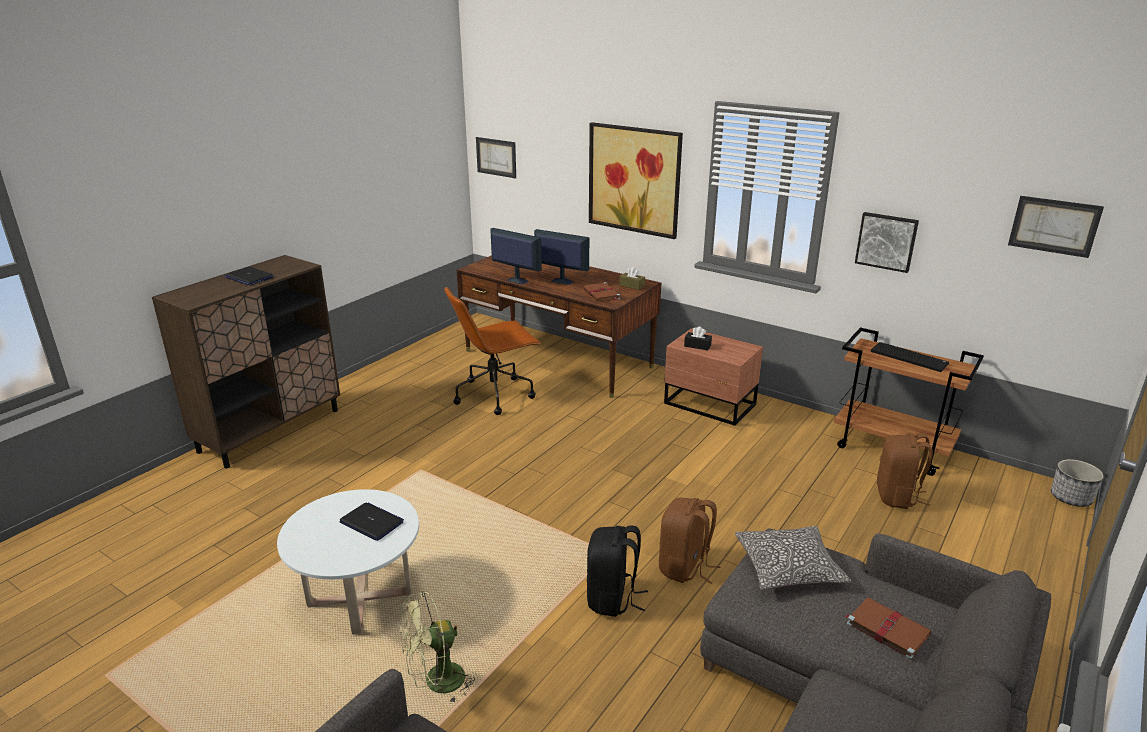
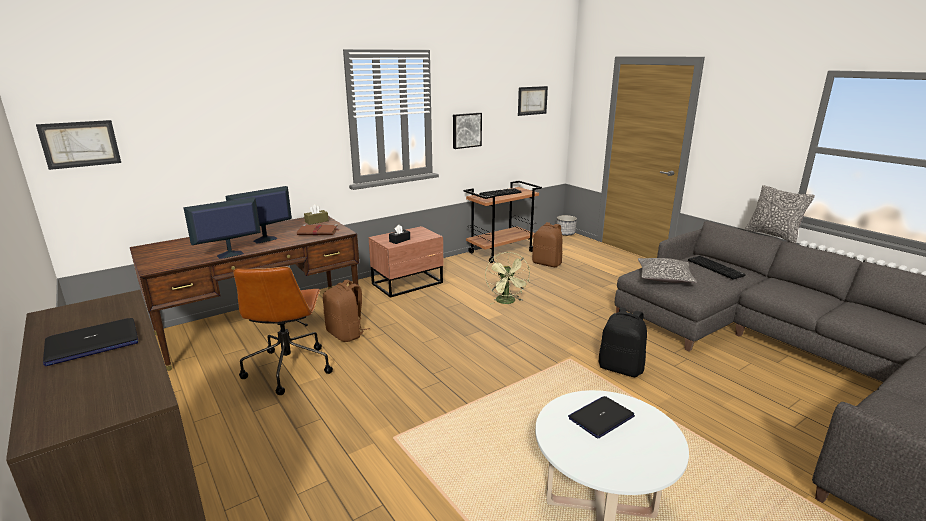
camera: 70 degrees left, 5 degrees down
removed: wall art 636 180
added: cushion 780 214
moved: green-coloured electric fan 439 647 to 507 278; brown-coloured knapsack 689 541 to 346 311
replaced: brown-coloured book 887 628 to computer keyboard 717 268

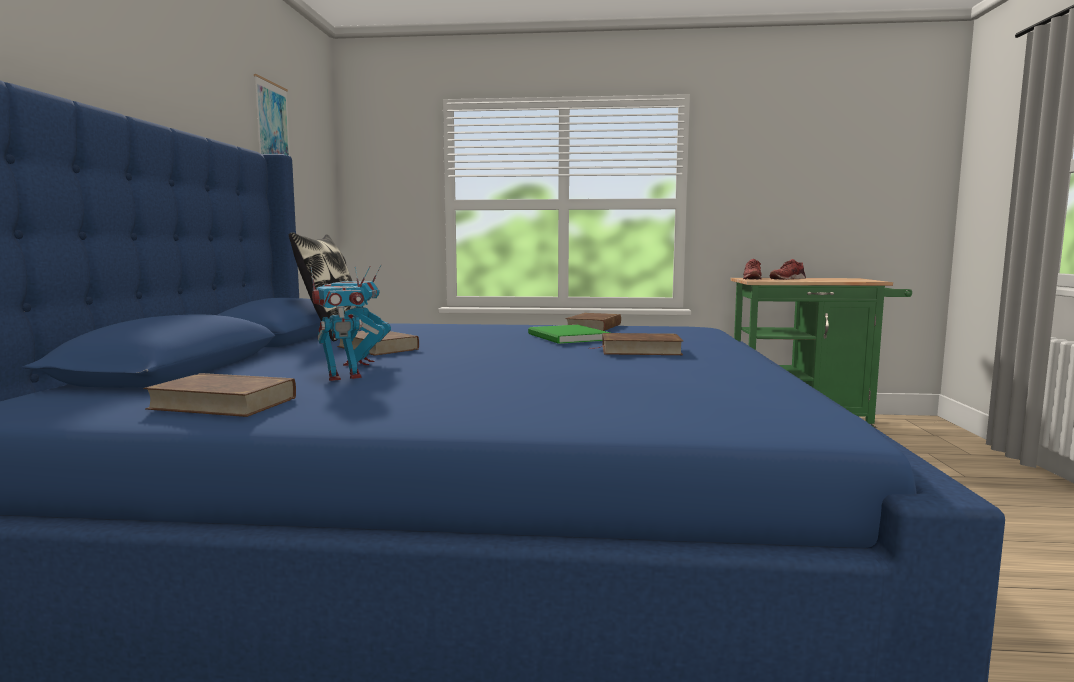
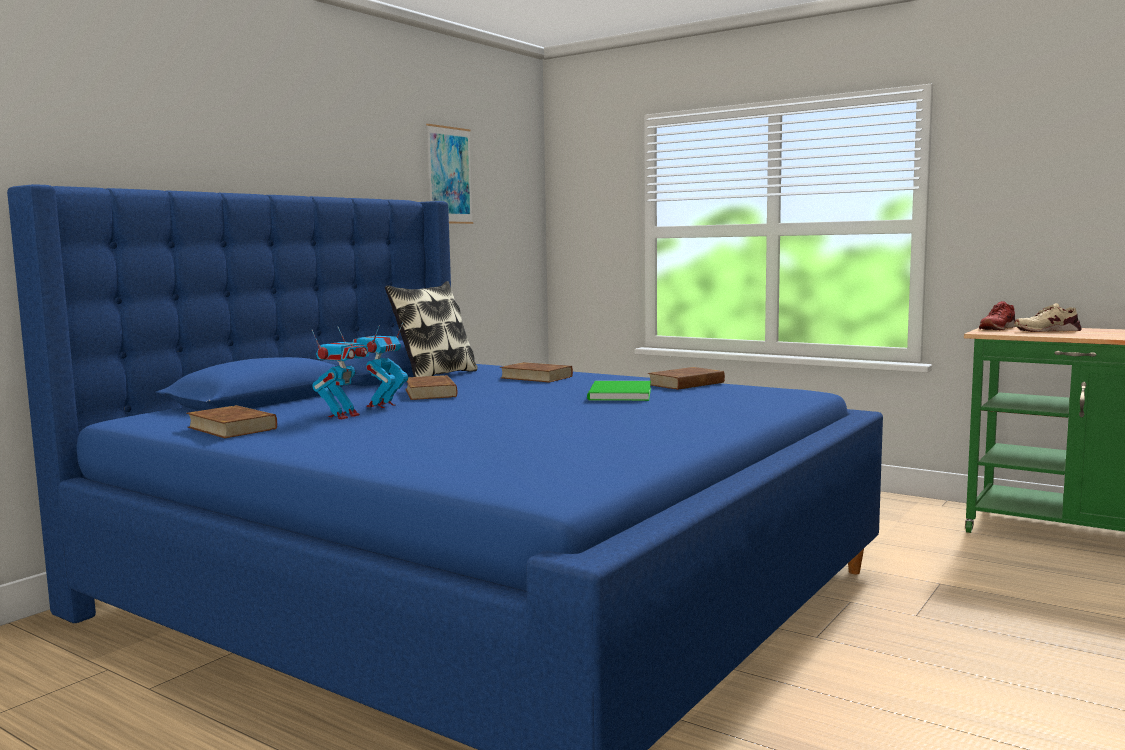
camera: 30 degrees right, 0 degrees up
moved: brown-coloured book 636 344 to 536 372
recoloured: reddish low shoe 788 269 to sand-coloured low shoe 1047 317
turned: robot figure 339 324 = 340 373 60 degrees counterclockwise

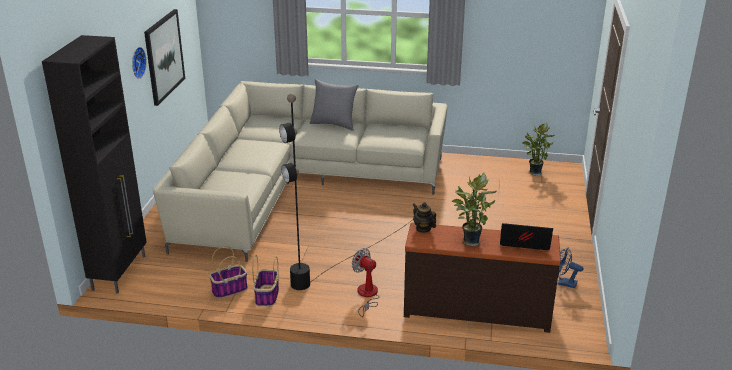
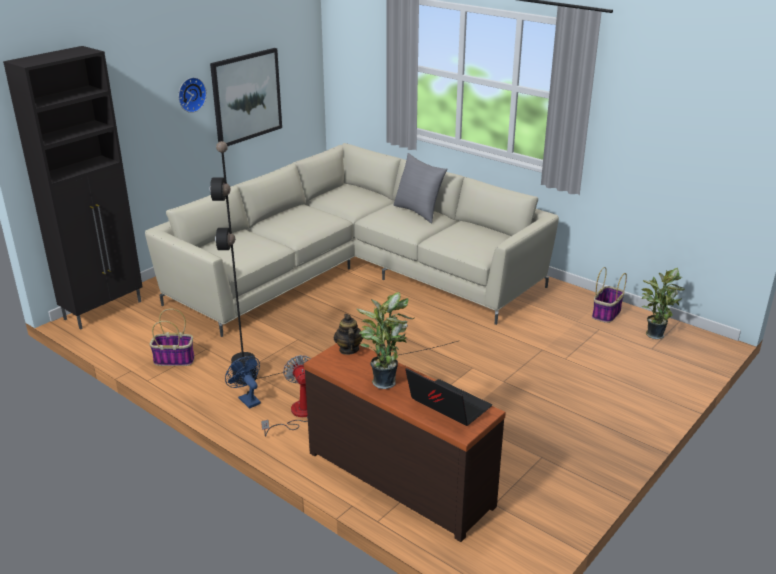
camera: 30 degrees right, 0 degrees up
moved: basket 265 281 to 609 295; blue-coloured electric fan 571 268 to 243 382

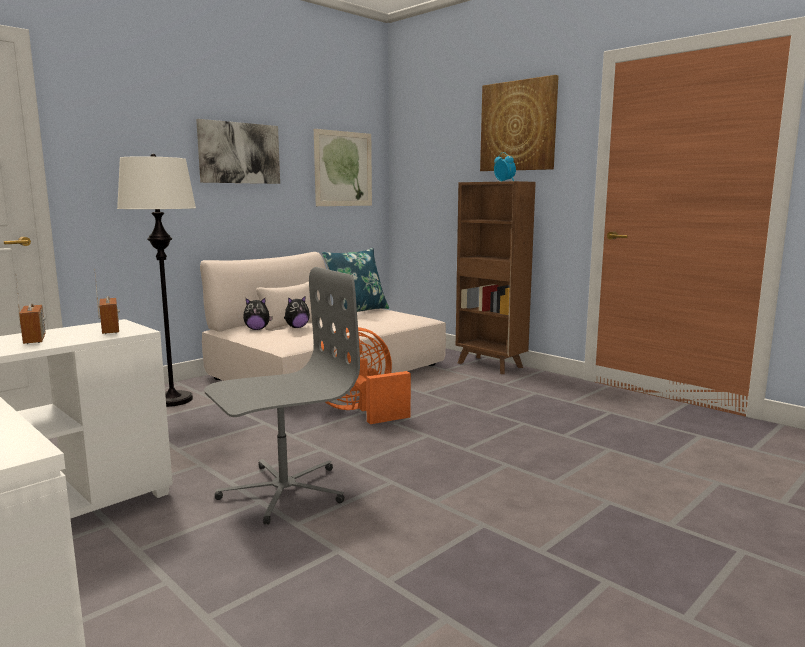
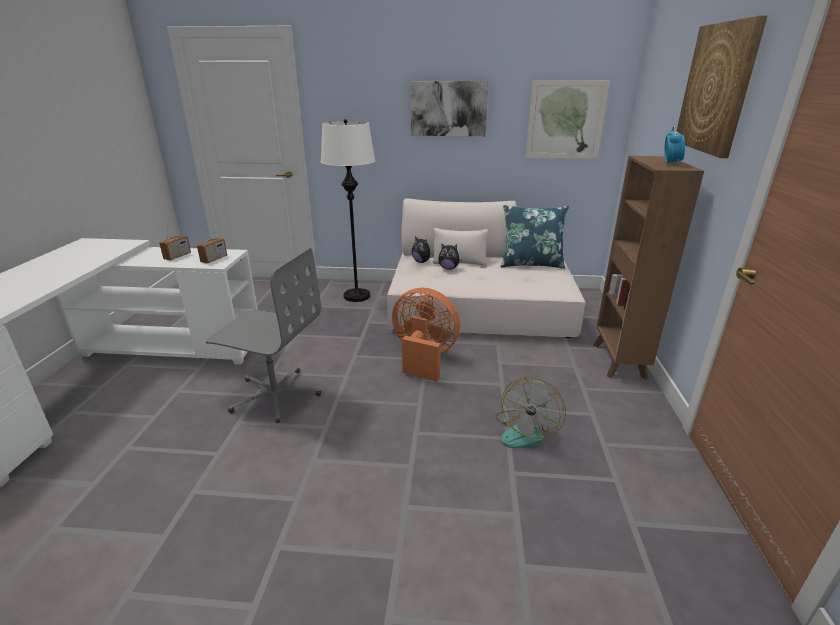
camera: 50 degrees right, 15 degrees up
added: electric fan 531 412

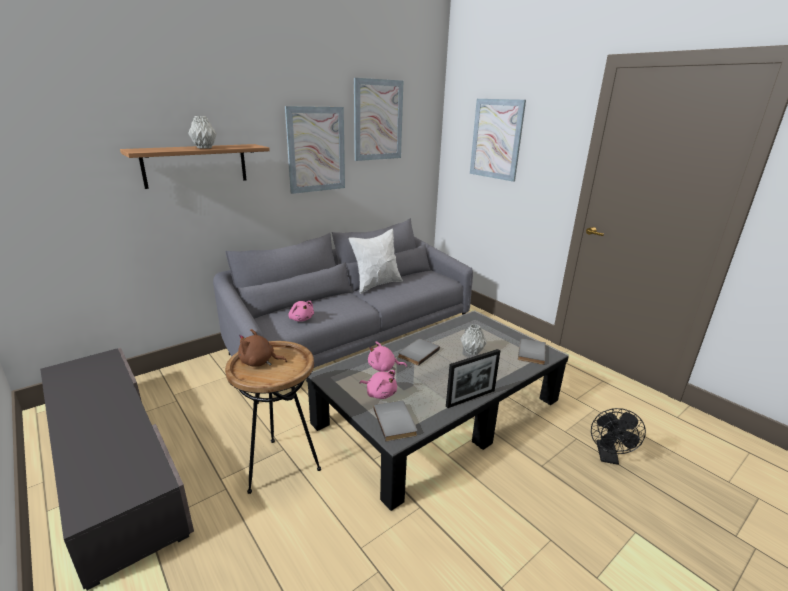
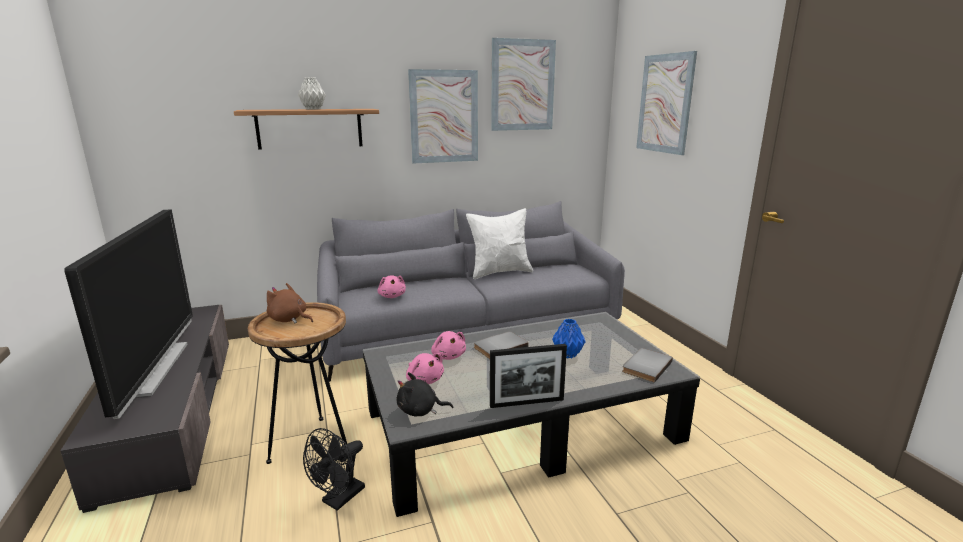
camera: 20 degrees right, 5 degrees down
added: TV set 128 314
moved: black electric fan 618 436 to 334 469
replaced: gray book 395 421 to black plush toy 425 394
recoloured: gray decorative vase 474 339 to blue-coloured decorative vase 569 338
turned: pinkish plush toy 387 356 = 448 345 135 degrees counterclockwise

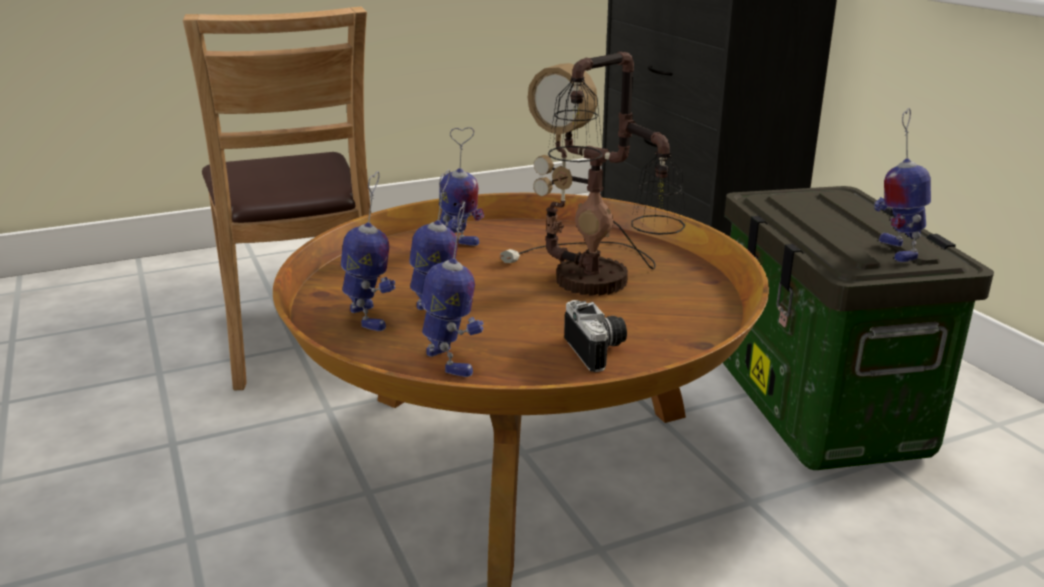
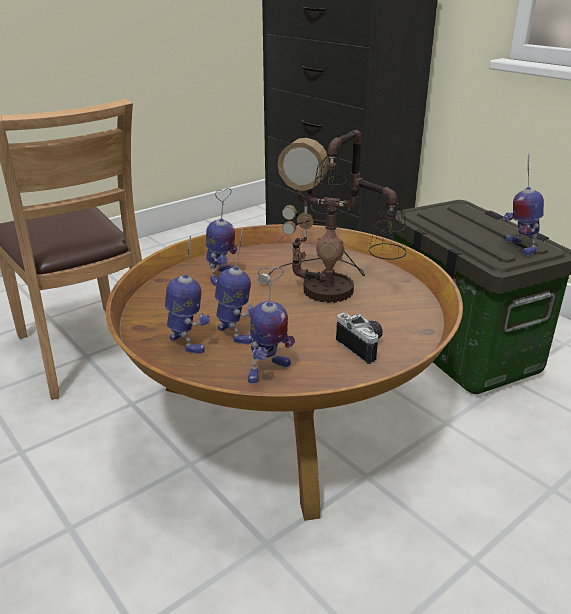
camera: 15 degrees left, 5 degrees up
turned: robot figure 452 289 = 271 325 90 degrees clockwise

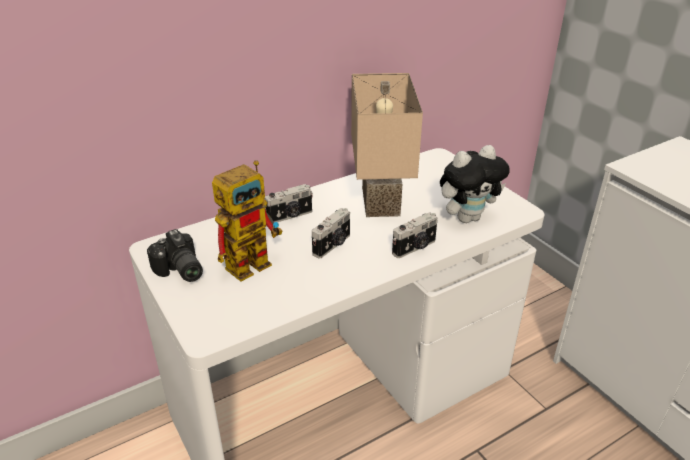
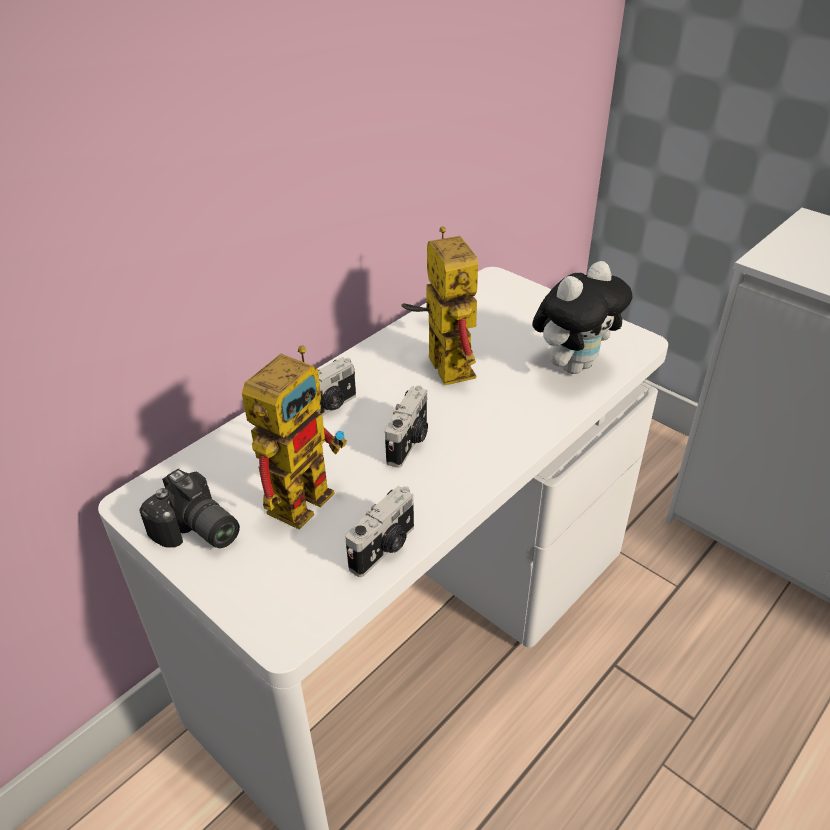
camera: 15 degrees left, 5 degrees up
moved: photo camera 414 235 to 379 531
replaced: sand-coloured tabletop lamp 387 145 to robot figure 440 305

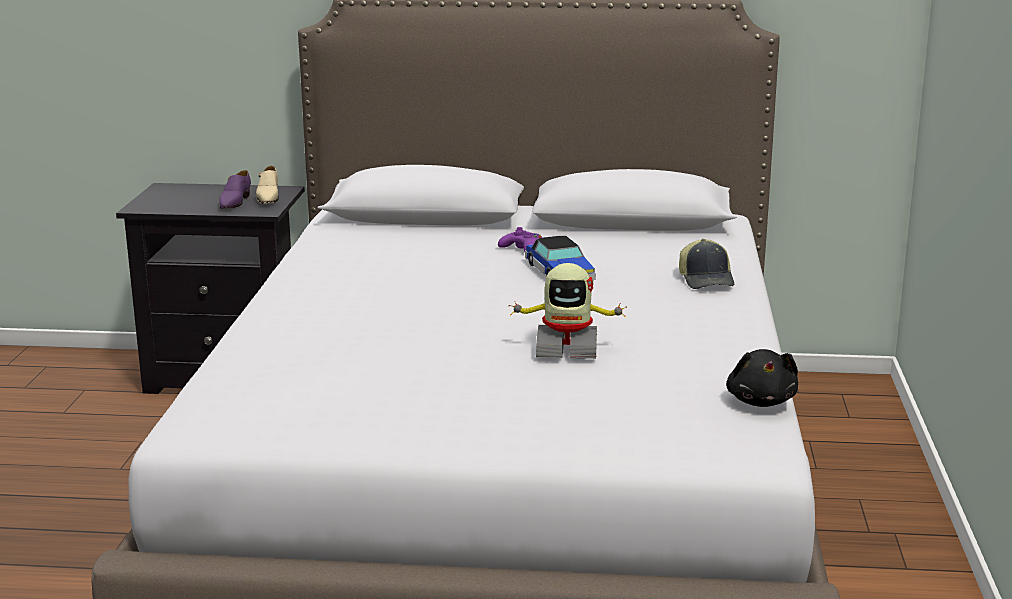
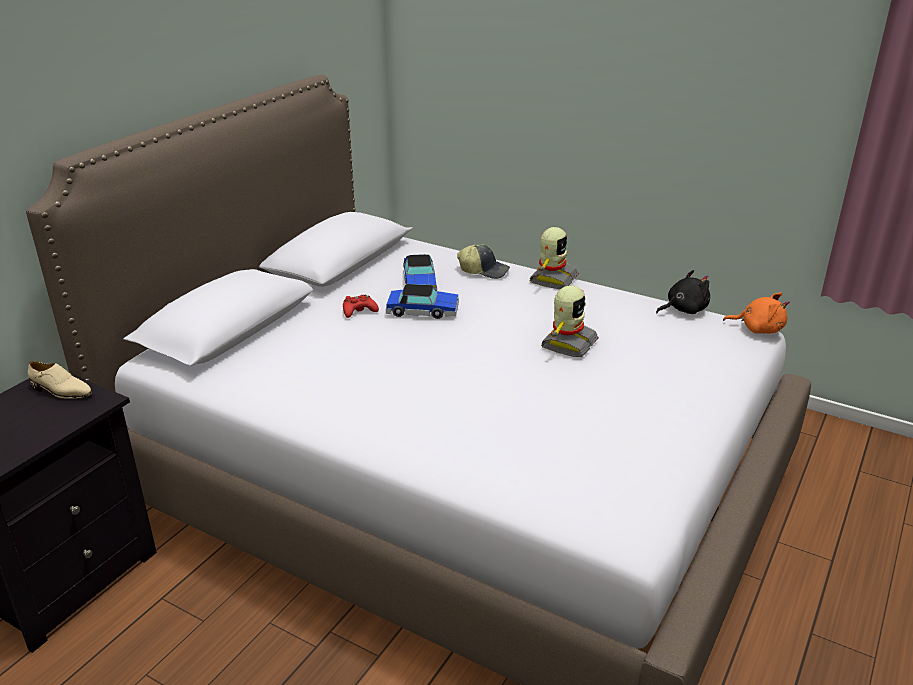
camera: 65 degrees left, 10 degrees up
removed: purple low shoe 235 189
added: toy car 420 272; robot figure 554 258; orange plush toy 756 313
recoloured: purple game controller 520 239 to reddish game controller 361 306
turned: black plush toy 762 378 = 683 292 45 degrees counterclockwise

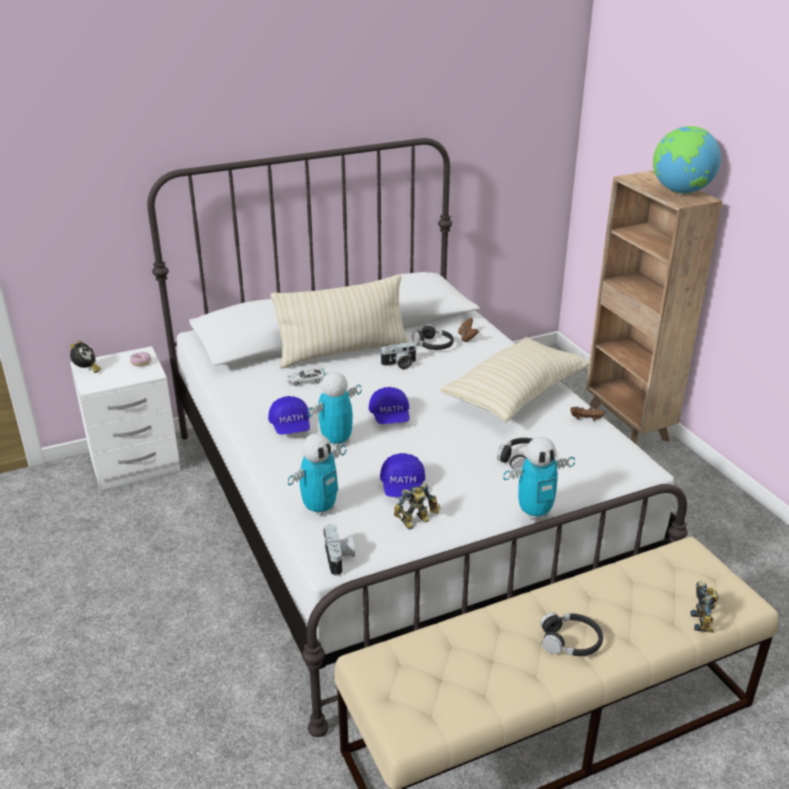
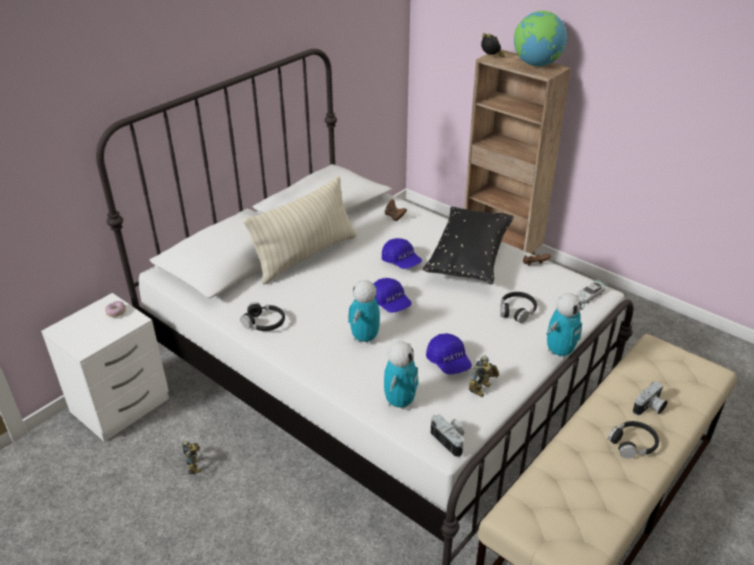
camera: 25 degrees left, 5 degrees up
moved: bedside clock 85 356 to 493 45; blue-coloured baseball cap 289 415 to 402 253; toy car 306 377 to 591 292; photo camera 398 355 to 650 398; black headphones 433 337 to 262 316; robot figure 705 607 to 191 457
recoloured: sand-coloured cushion 515 379 to black cushion 468 245

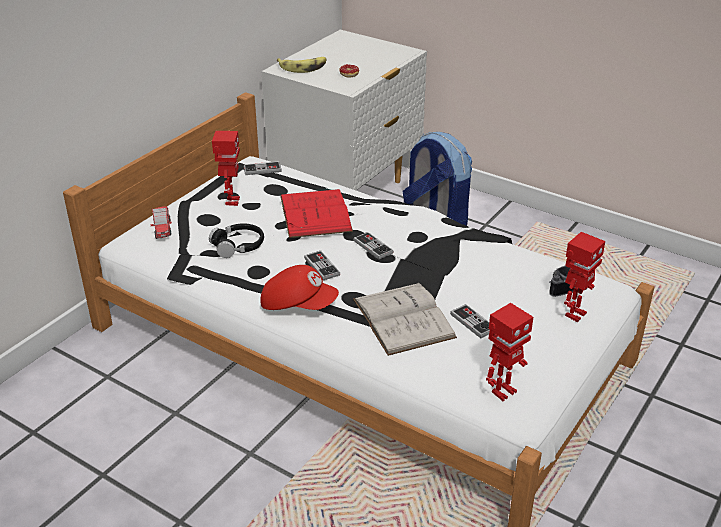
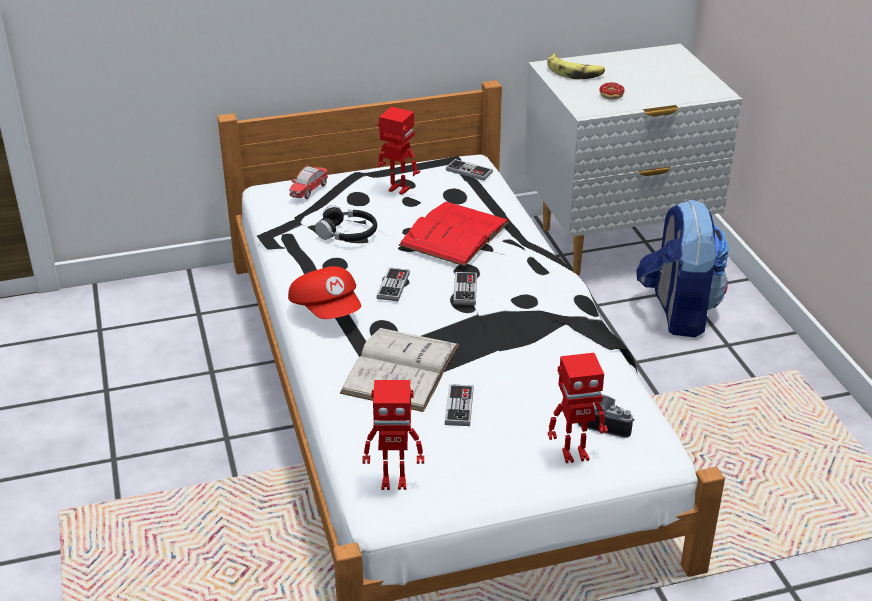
camera: 40 degrees right, 0 degrees up
turned: robot figure 226 168 = 399 151 105 degrees counterclockwise

